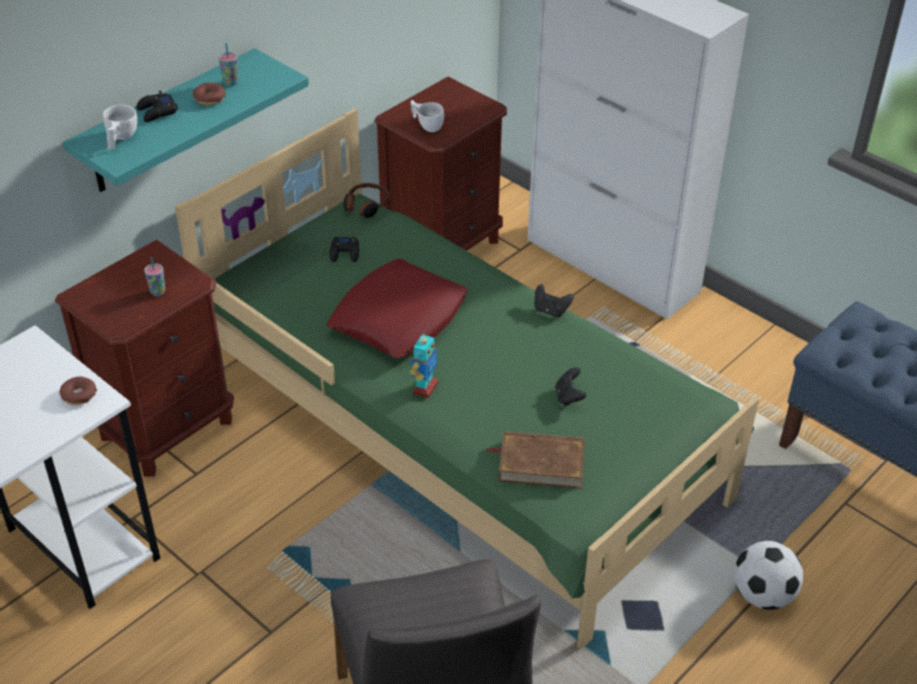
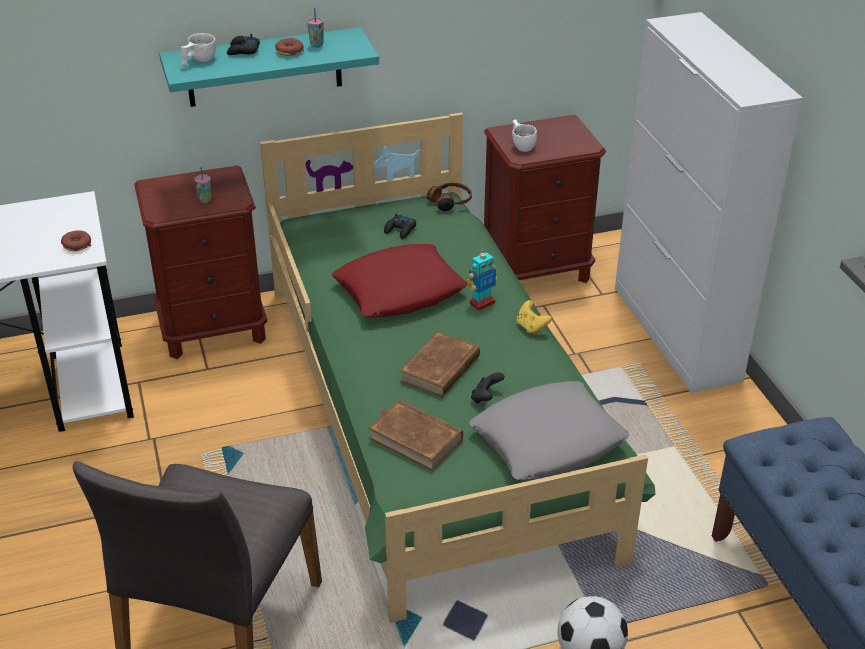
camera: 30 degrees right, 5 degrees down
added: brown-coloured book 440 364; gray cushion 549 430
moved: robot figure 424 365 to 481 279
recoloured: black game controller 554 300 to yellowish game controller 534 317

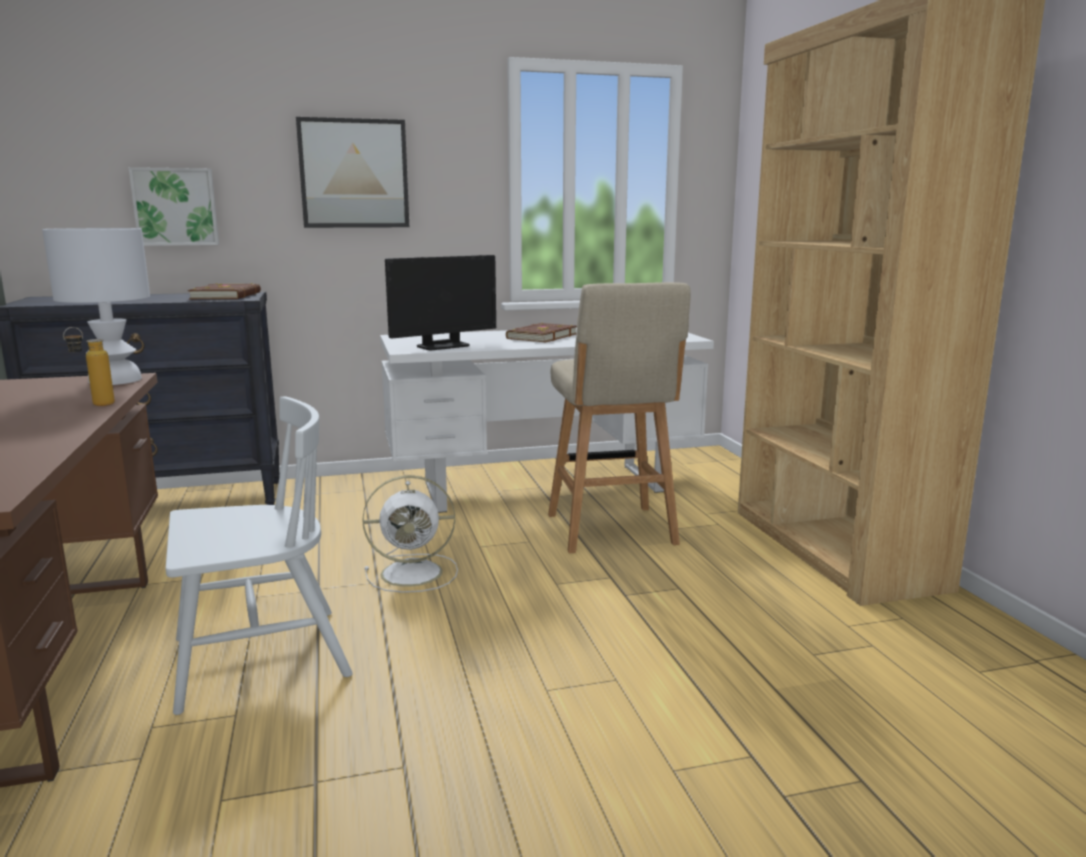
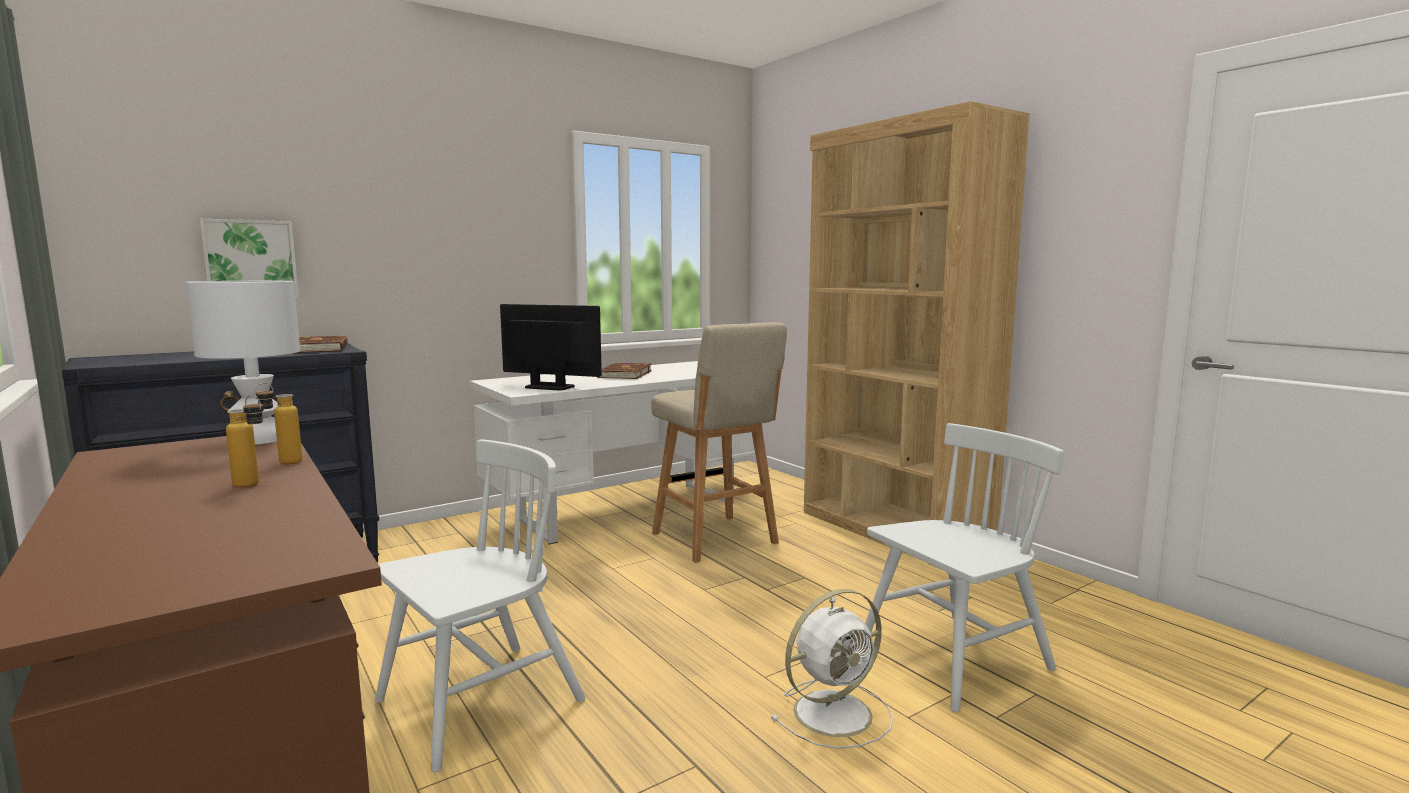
camera: 20 degrees left, 5 degrees down
removed: wall art 352 172
added: beverage bottle 245 441; white-coloured upright chair 964 567
moved: white-coloured electric fan 410 534 to 832 669
turned: computer display 440 302 = 551 347 105 degrees counterclockwise

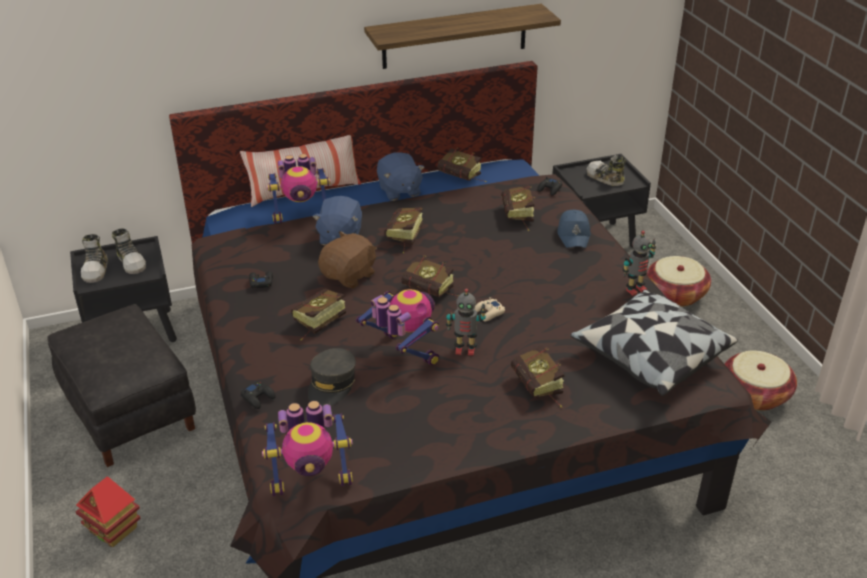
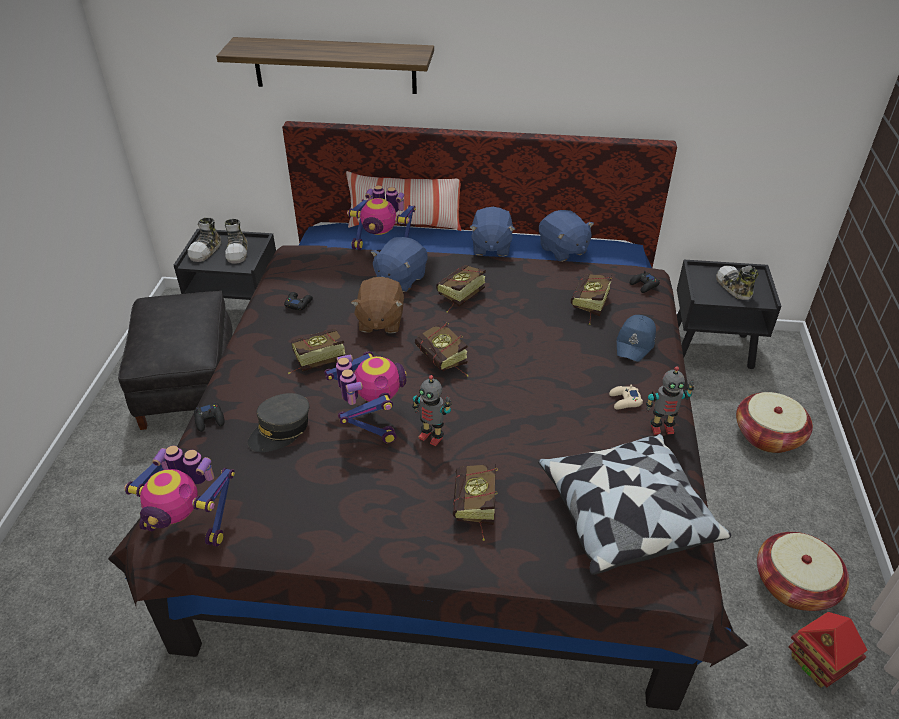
camera: 25 degrees right, 5 degrees up
moved: toy house 108 511 to 828 650; shelf 462 36 to 325 65; sand-coloured game controller 489 309 to 626 397
replaced: book 461 164 to blue-coloured plush toy 566 236
turned: brown-coloured plush toy 347 260 = 377 305 120 degrees clockwise

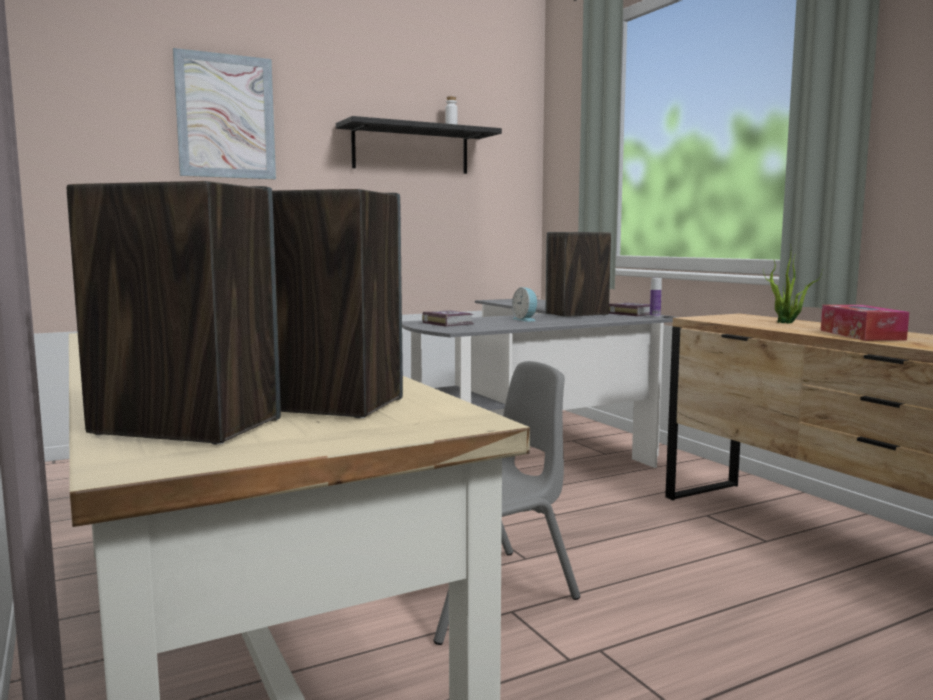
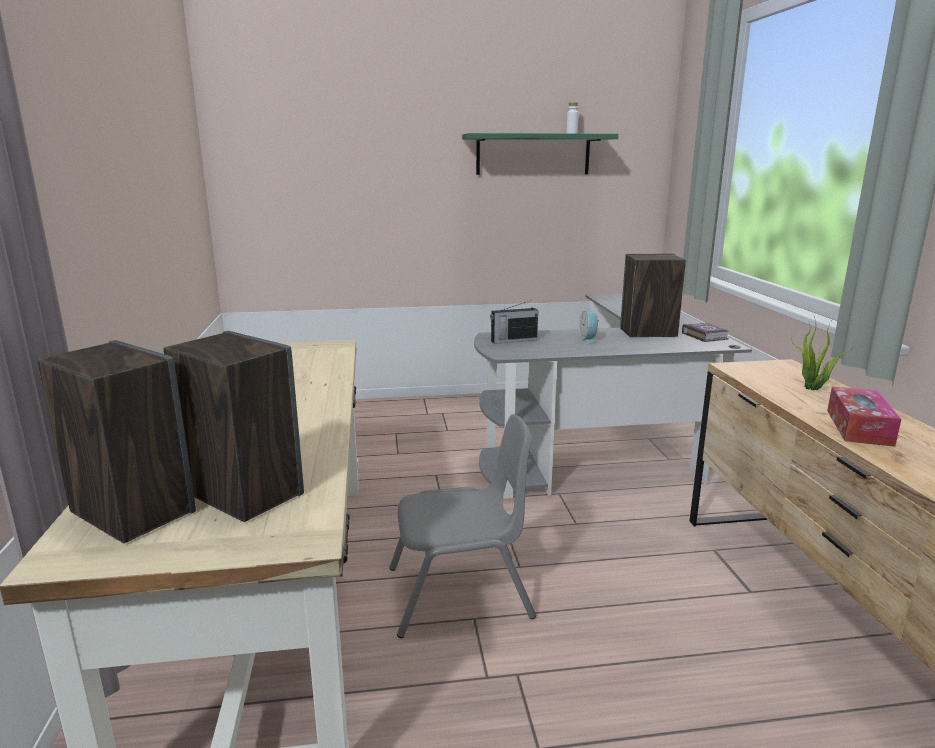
camera: 20 degrees right, 10 degrees up
removed: wall art 224 113; beverage bottle 656 297
replaced: book 448 318 to radio set 514 322
recoloured: black shelf 419 145 to green-coloured shelf 540 154

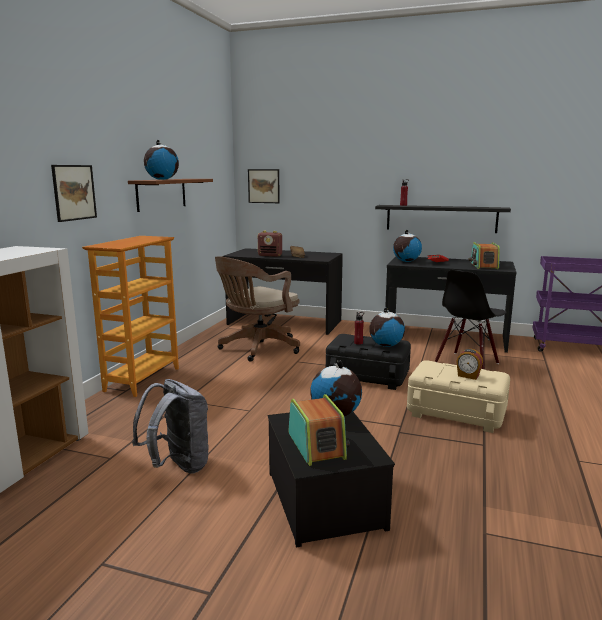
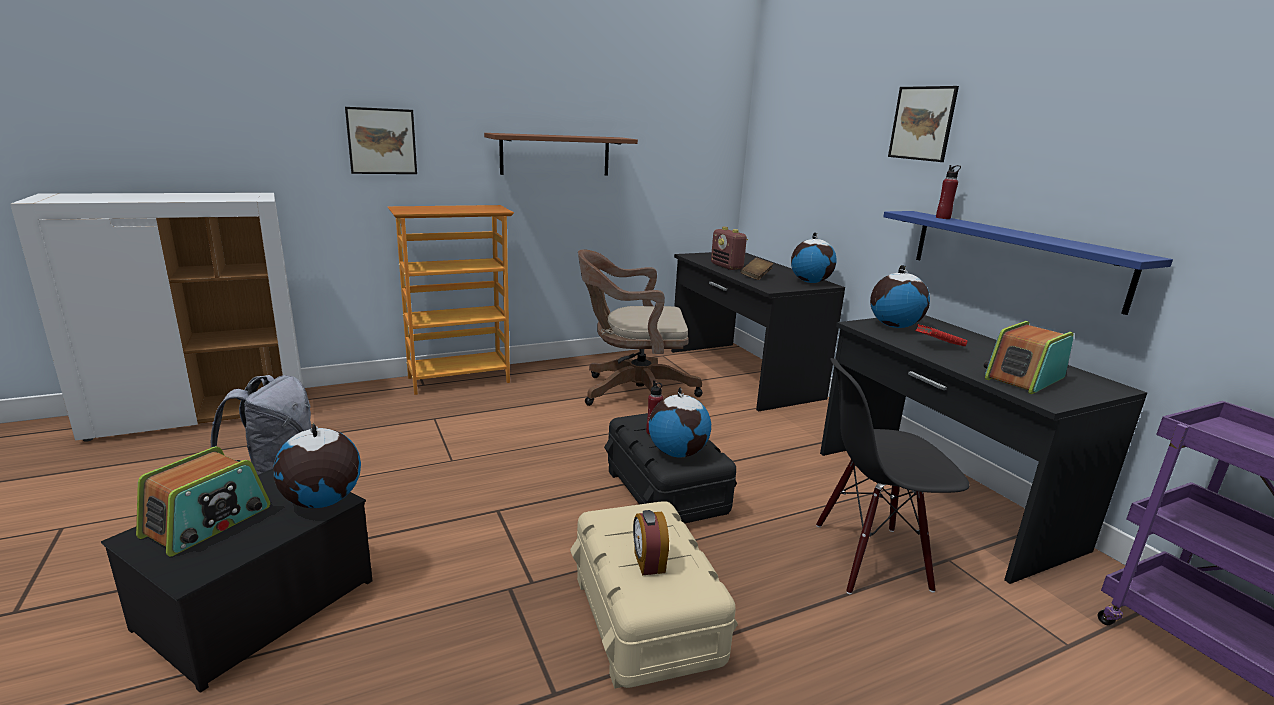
camera: 45 degrees right, 5 degrees up
moved: world globe 161 160 to 814 257; wall art 264 186 to 923 124
recoloured: black shelf 443 219 to blue-coloured shelf 1028 263

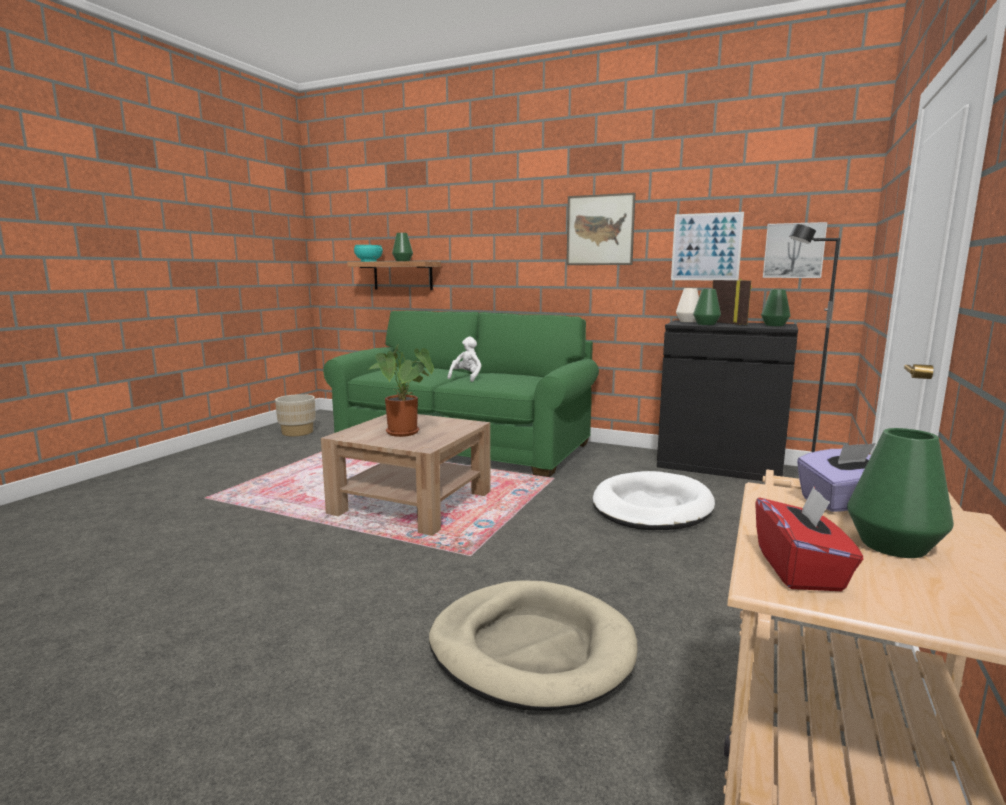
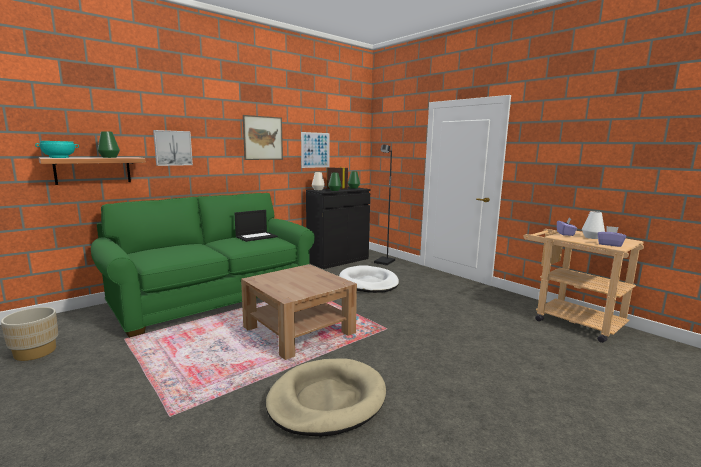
camera: 65 degrees left, 0 degrees up
removed: potted plant 402 390; white-coloured plush toy 464 359
added: notebook computer 256 226
moved: sand-coloured dog bed 533 645 to 326 398; wall art 795 250 to 173 148
recoloured: reddish tissue holder 809 538 to purple tissue holder 611 236; green-coloured decorative vase 900 493 to white-coloured decorative vase 593 225

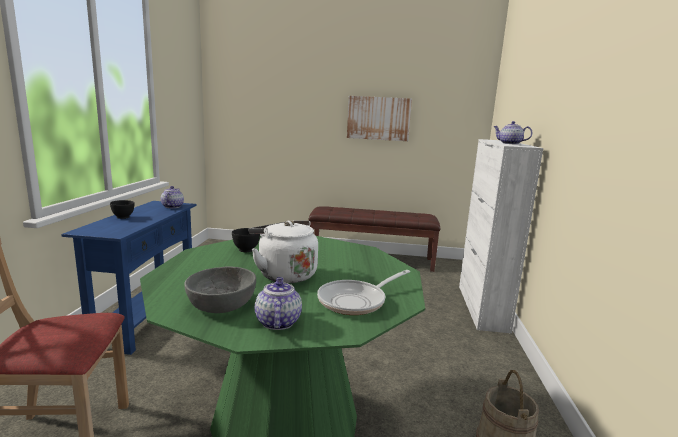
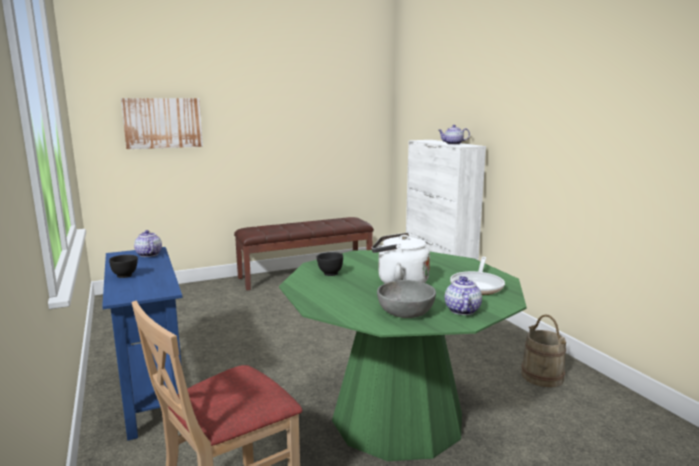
camera: 30 degrees left, 0 degrees up
moved: wall art 379 118 to 162 123
turned: tea pot 278 303 = 463 295 45 degrees clockwise

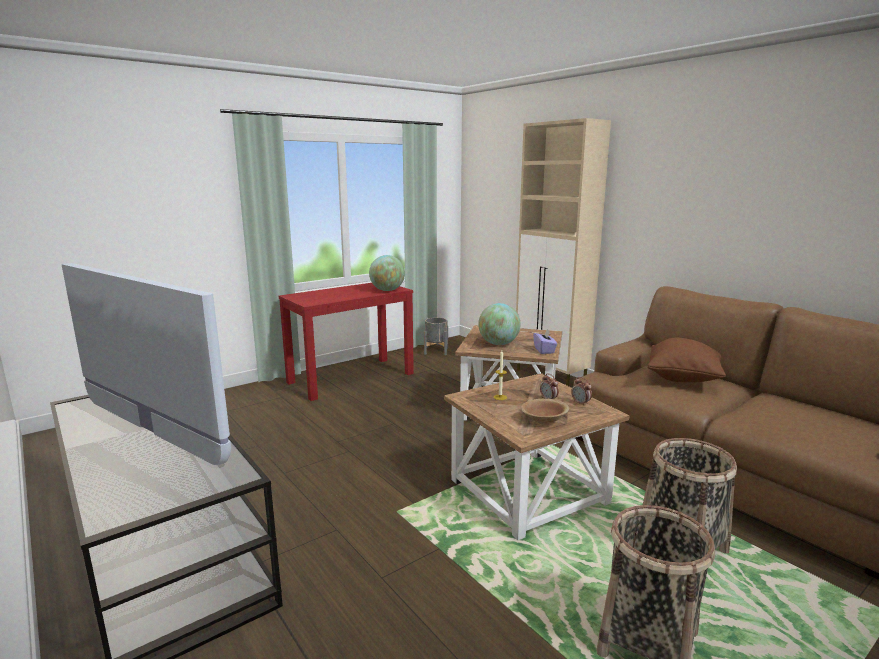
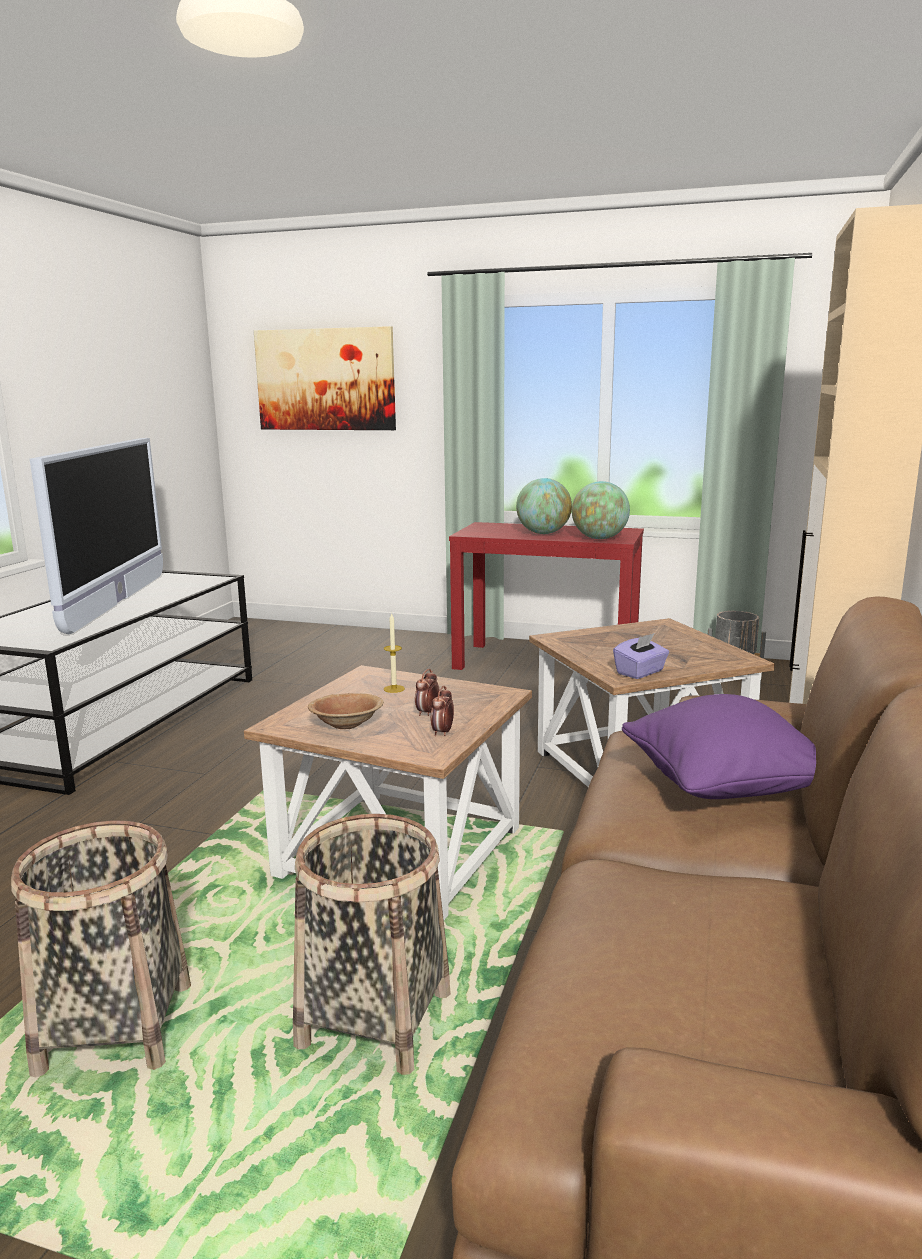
camera: 55 degrees right, 0 degrees up
added: wall art 325 378
moved: world globe 499 324 to 544 506
recoloured: brown-coloured cushion 686 360 to purple cushion 719 746

